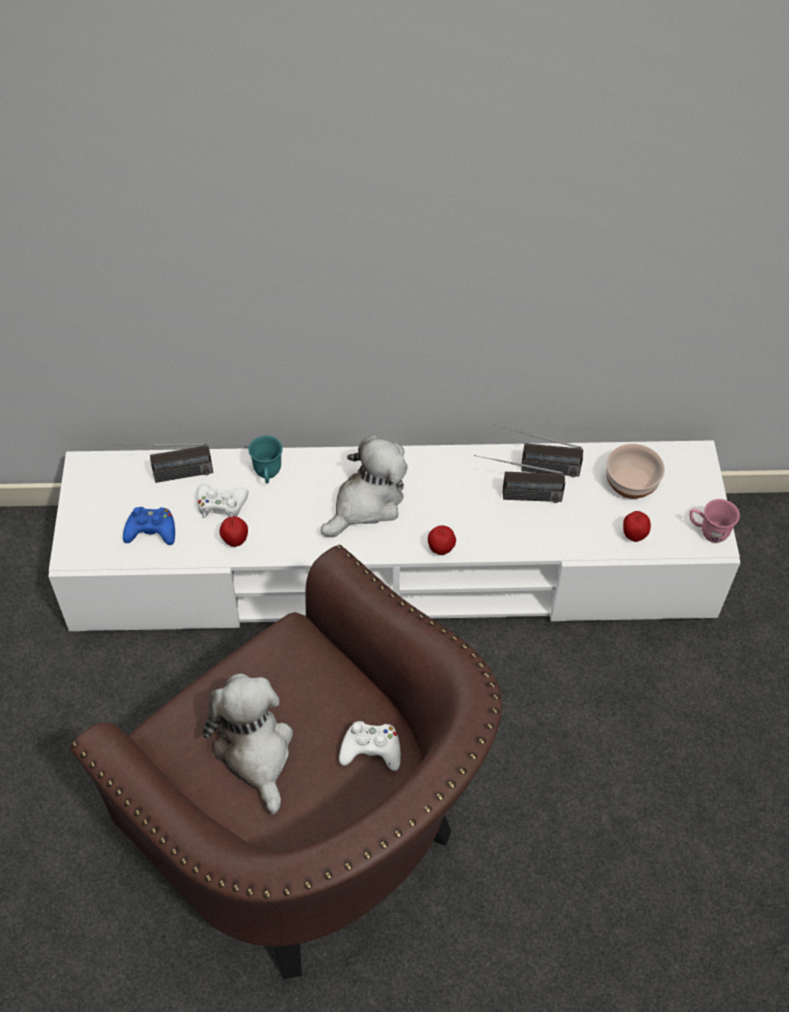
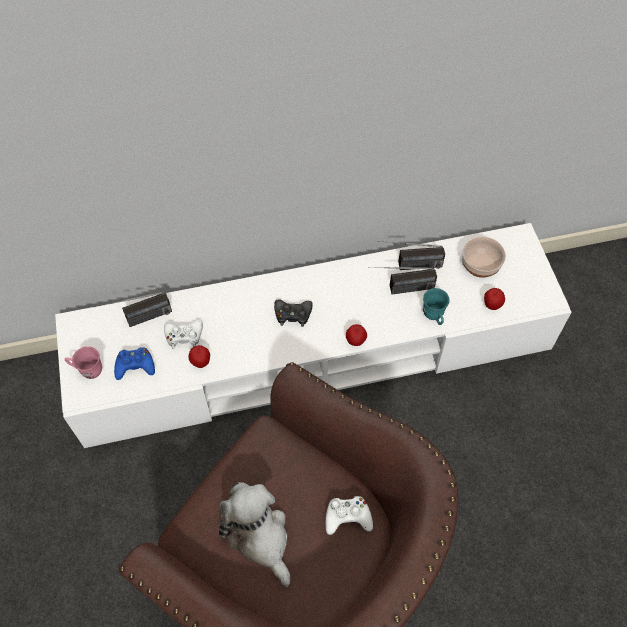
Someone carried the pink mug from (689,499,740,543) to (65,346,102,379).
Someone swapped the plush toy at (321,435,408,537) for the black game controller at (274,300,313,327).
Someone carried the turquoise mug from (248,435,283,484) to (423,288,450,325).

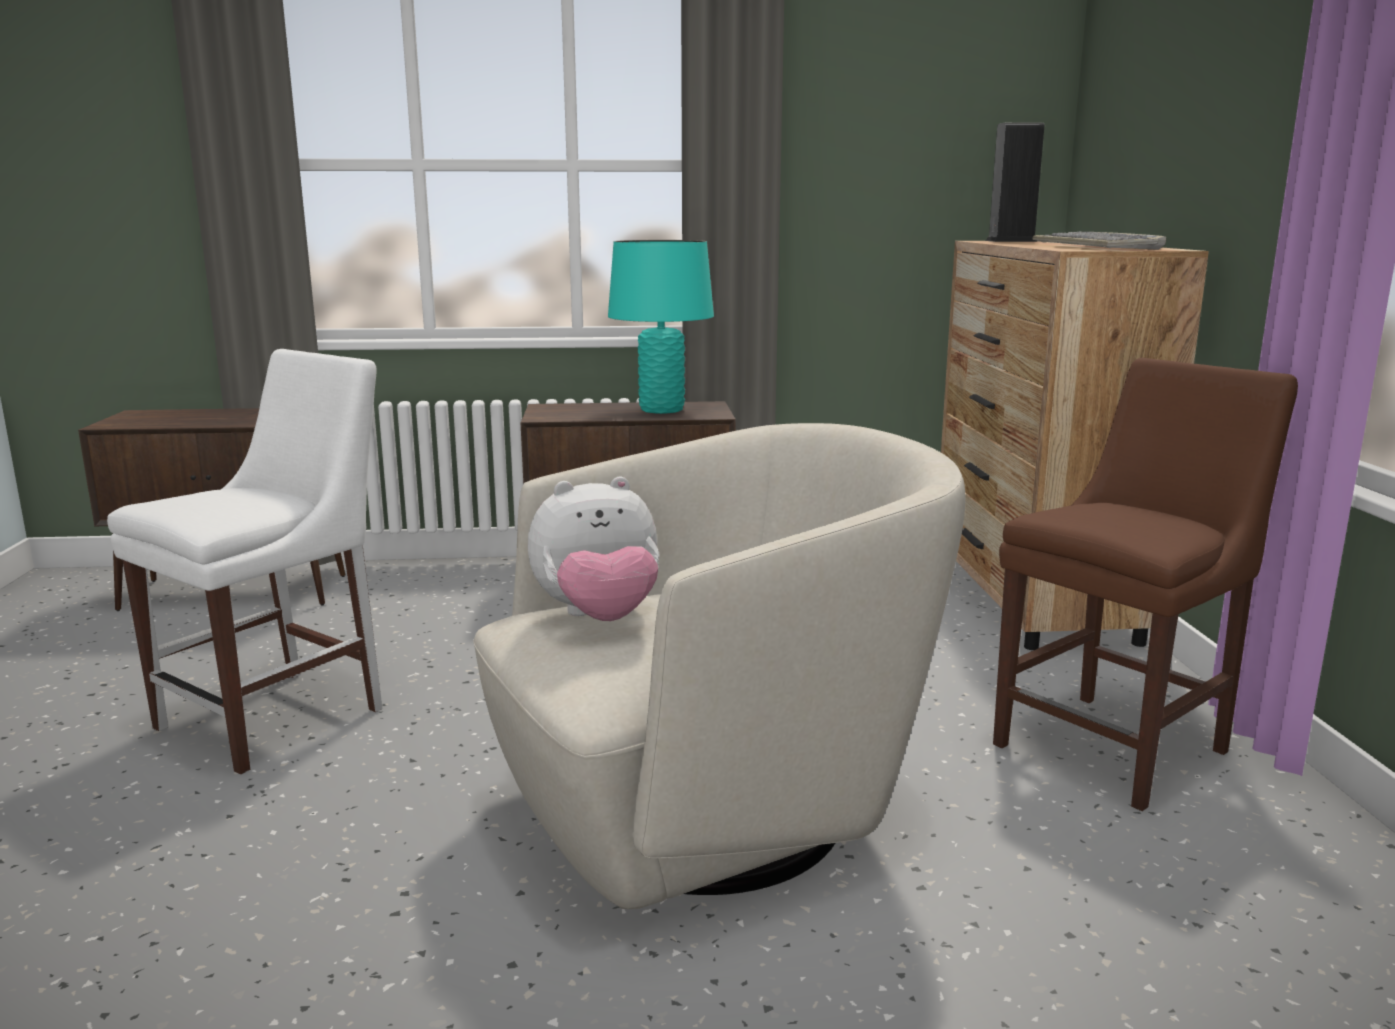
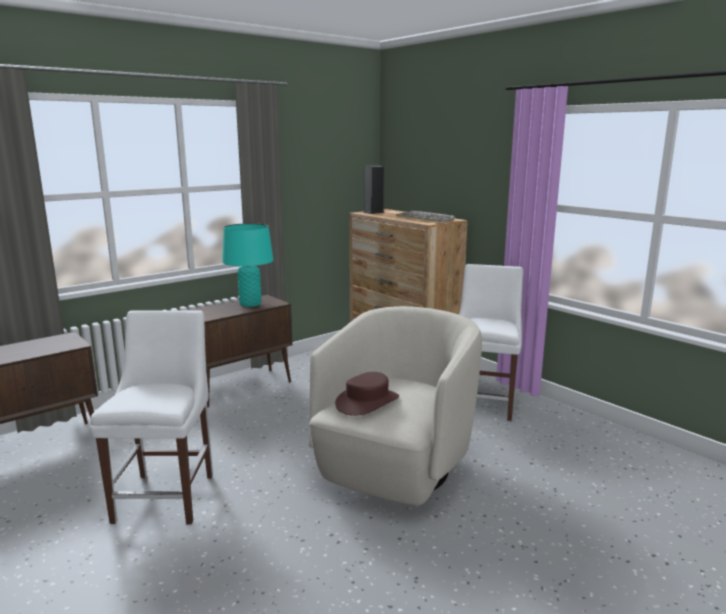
Someone swapped the plush toy at (528,477,660,621) for the brown hat at (335,372,399,416).
Someone repainted the brown chair at (993,358,1298,811), which became the white chair at (459,264,523,421).

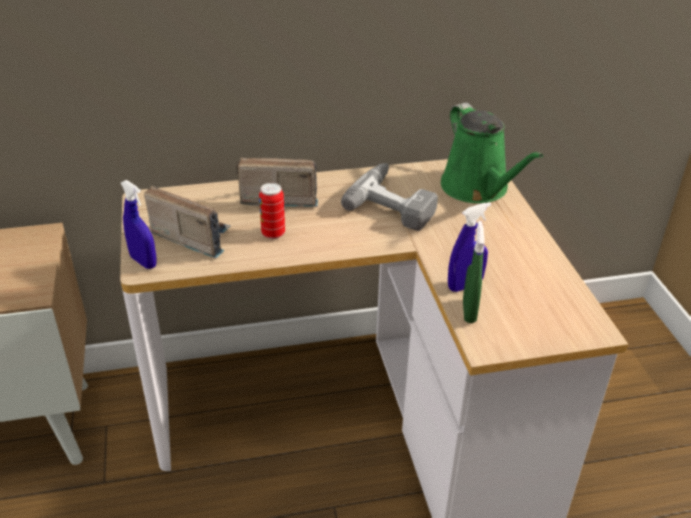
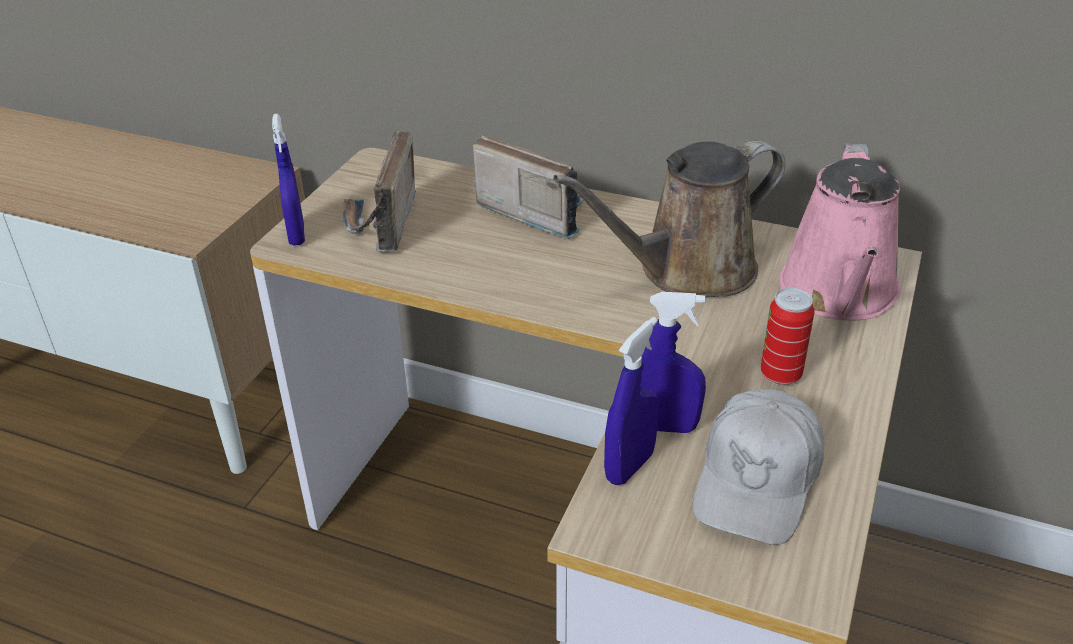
Someone rotated the radio at (144,186,231,258) by 150 degrees counterclockwise.
Someone swapped the power drill at (341,163,438,231) for the brown watering can at (553,141,786,297).
Someone repainted the green spray bottle at (463,221,485,323), which became the blue spray bottle at (604,317,659,485).
Someone put down the white cap at (692,389,824,545).
Someone carried the can from (259,183,285,239) to (761,288,815,385).
Someone repainted the green watering can at (441,103,543,203), which became the pink watering can at (779,144,900,321).

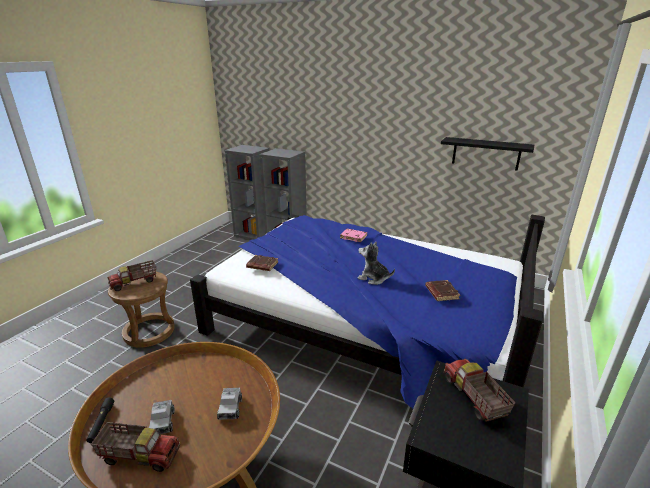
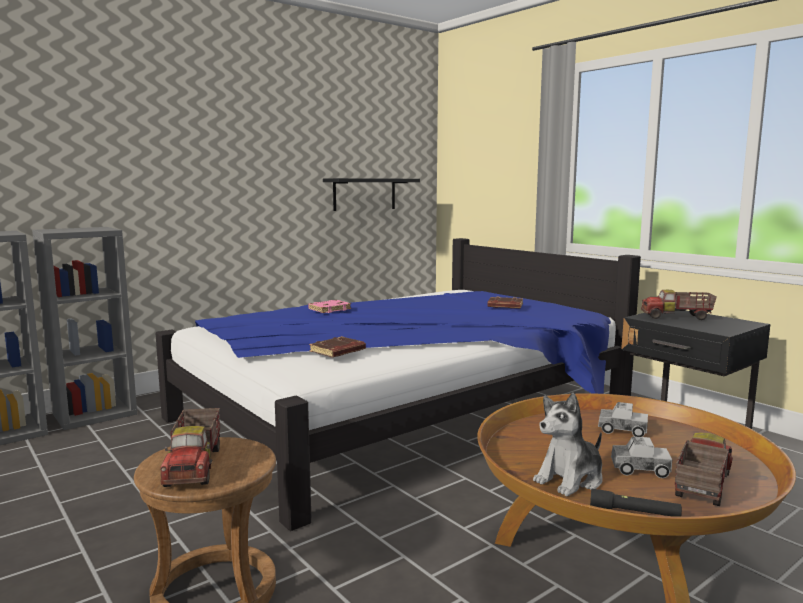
Someone carried the plush toy from (358,242,395,285) to (533,393,603,496).

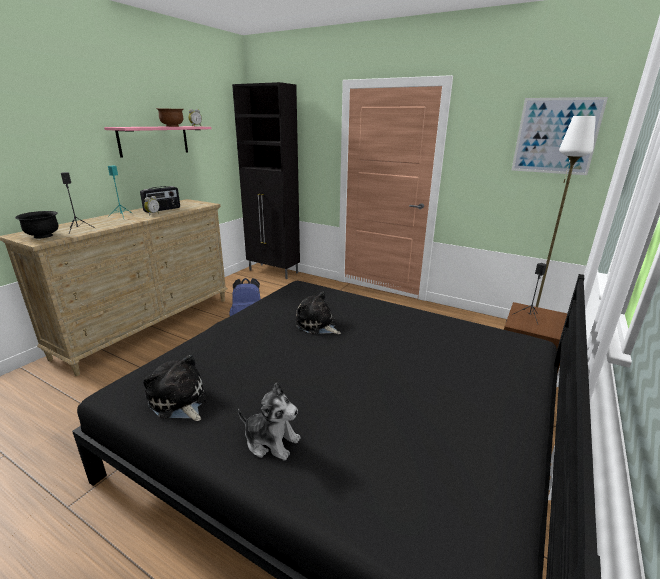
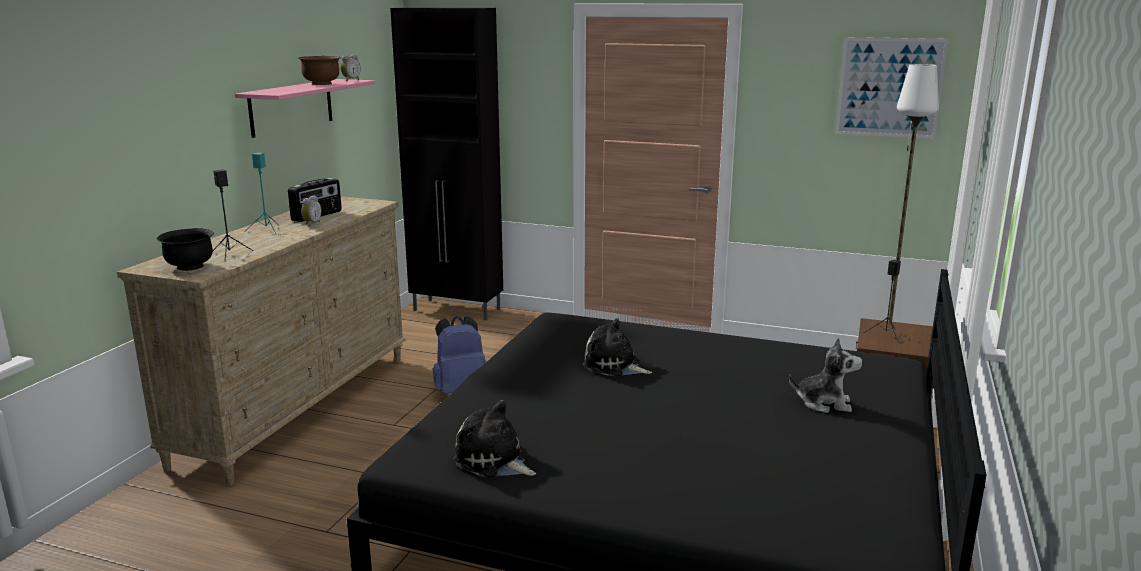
Someone carried the plush toy from (238,382,301,461) to (789,337,863,413).

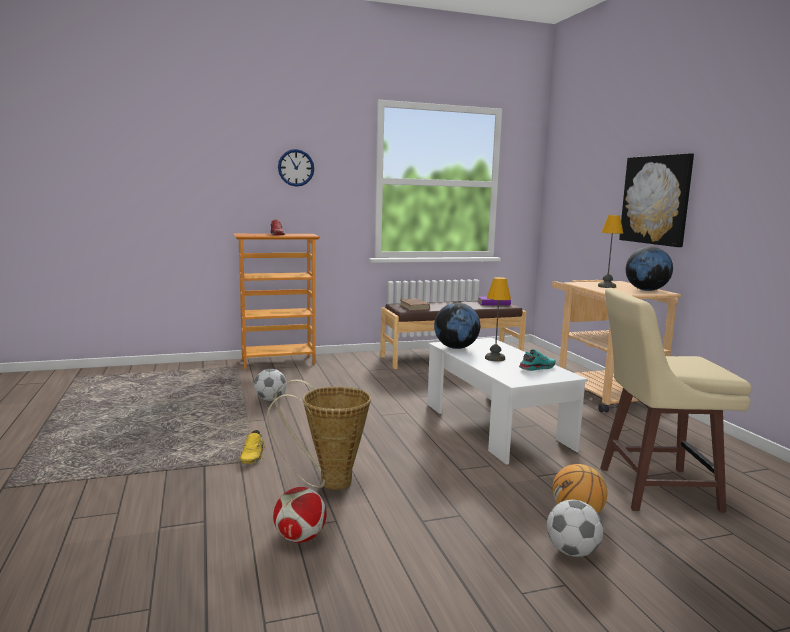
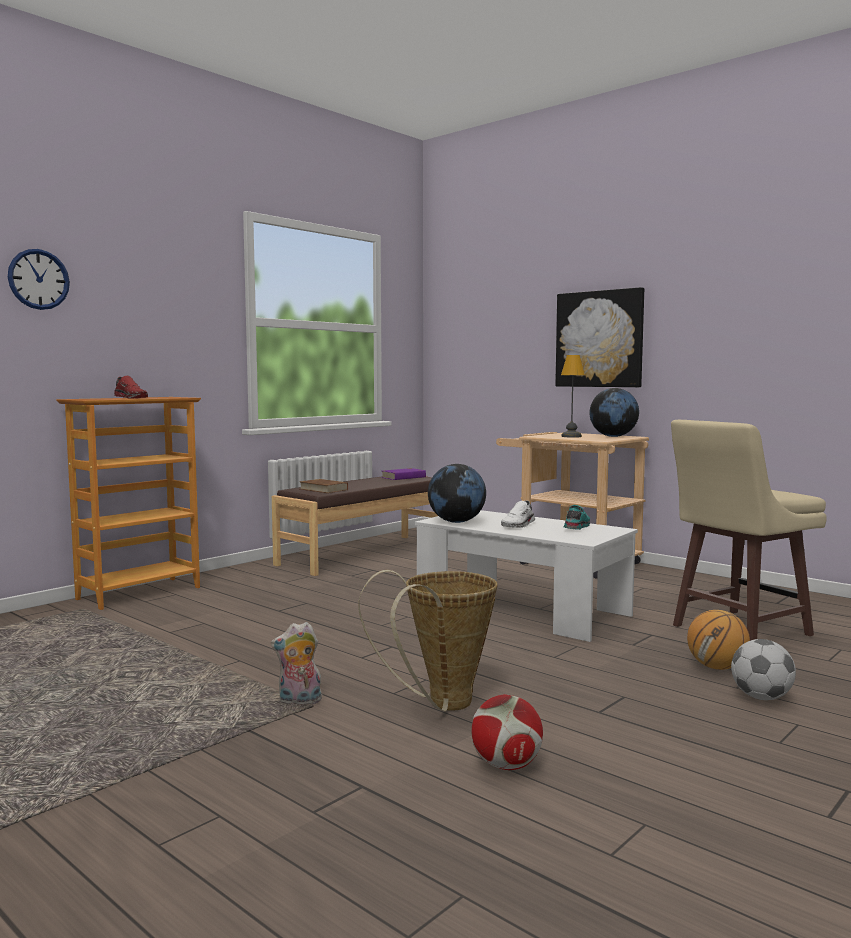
Someone carried the wall clock from (278,149,314,187) to (8,249,70,310).
Someone swapped the yellow shoe at (240,430,265,464) for the plush toy at (271,622,323,705).
Someone swapped the table lamp at (485,277,511,362) for the white shoe at (501,501,535,528).
Someone took away the football at (254,369,287,401).

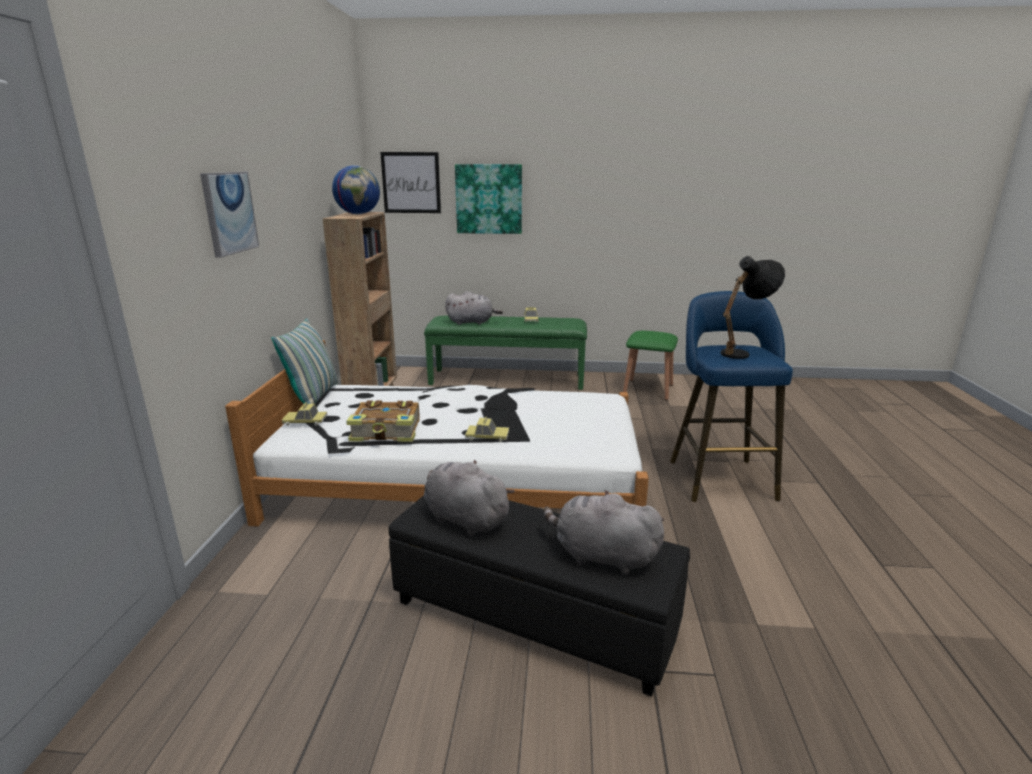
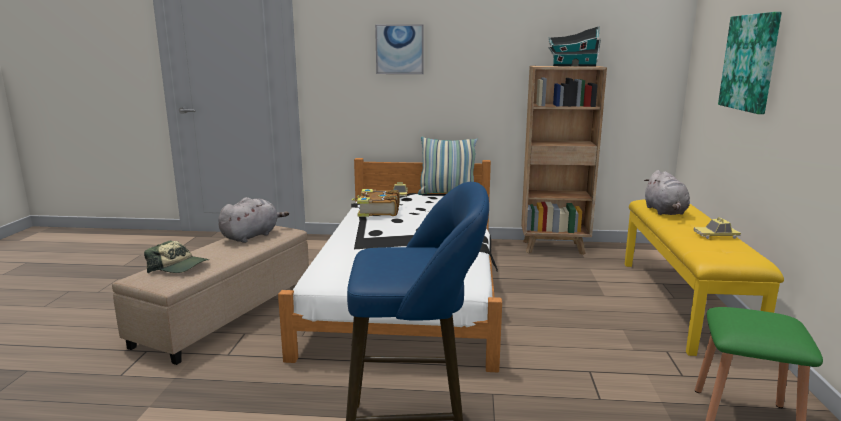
Someone repainted the black ottoman at (389,495,690,697), which became the beige ottoman at (112,226,309,365).
Someone swapped the grey plush toy at (544,490,664,575) for the cap at (144,241,209,273).
Someone swapped the globe at (332,165,380,214) for the toy house at (548,26,601,67).
Someone repainted the green bench at (424,315,587,390), which became the yellow bench at (624,199,784,356).
Someone took away the picture at (380,152,441,213).
Someone took away the toy car at (465,417,509,442).
Someone took away the black table lamp at (721,256,785,359).

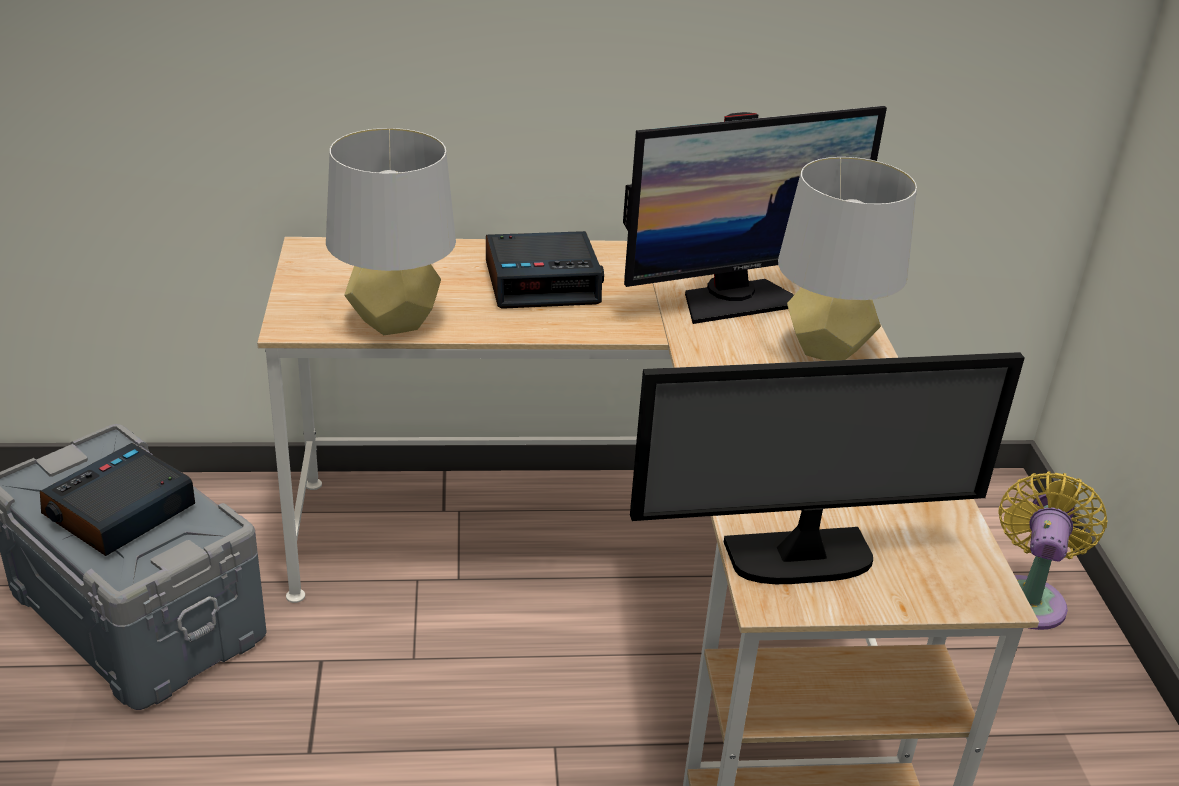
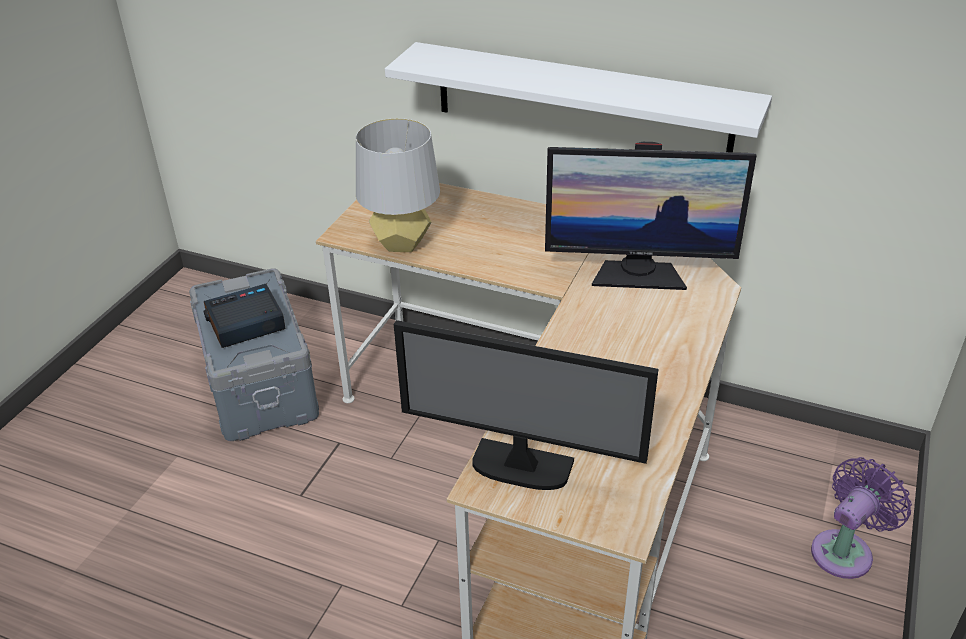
Someone put up the white shelf at (385,42,772,152).
Someone repainted the yellow fan at (998,471,1107,630), which became the purple fan at (811,457,912,579).
Someone took away the alarm clock at (486,231,604,309).
Someone took away the grey table lamp at (778,157,917,361).

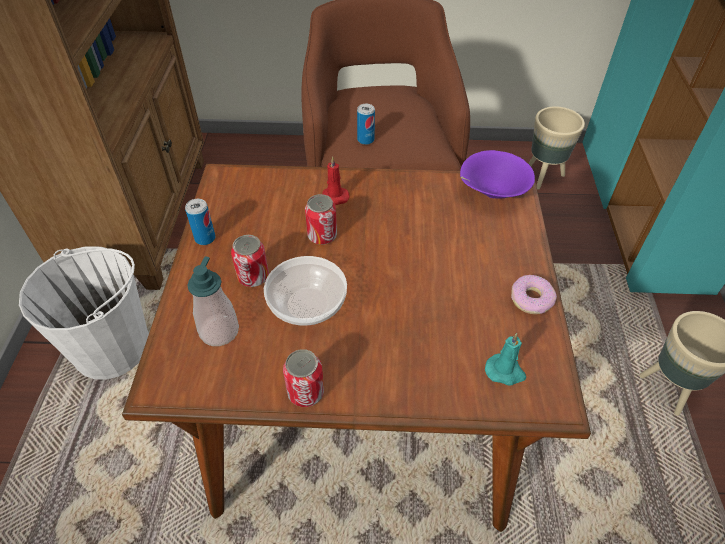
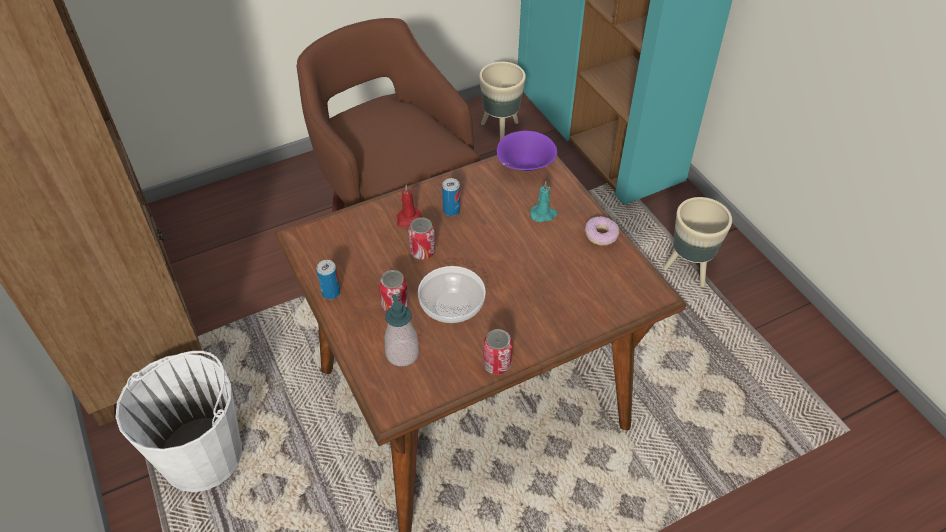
Someone carried the can from (357,104,375,145) to (442,178,460,216).
Someone carried the turquoise candle from (485,333,526,386) to (530,181,558,222).

